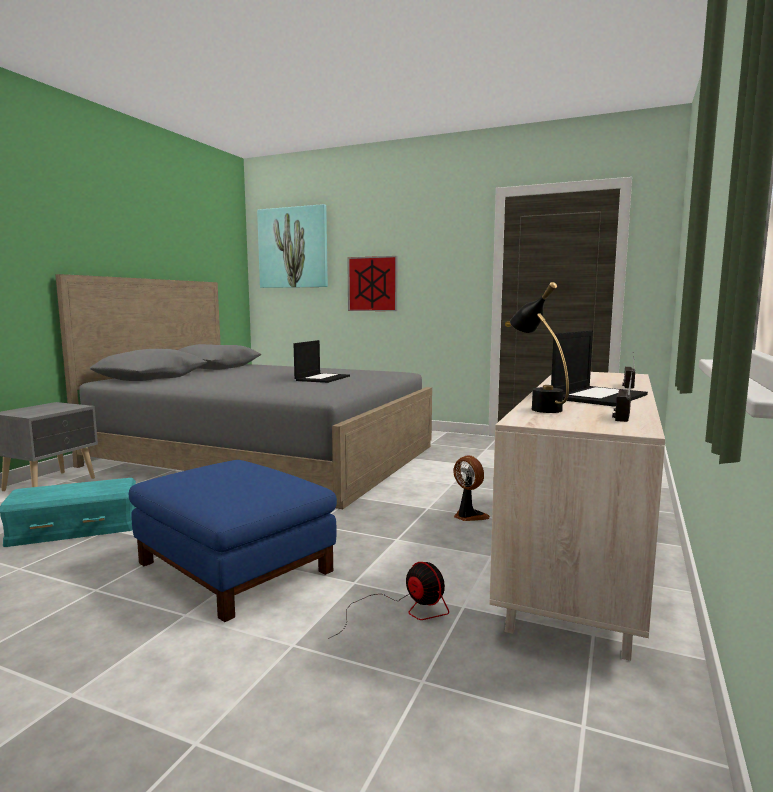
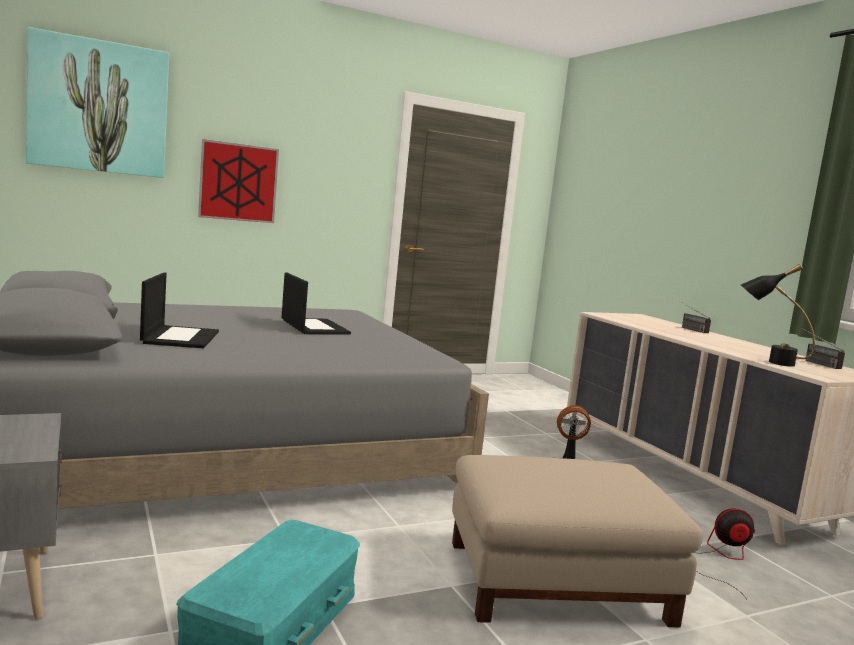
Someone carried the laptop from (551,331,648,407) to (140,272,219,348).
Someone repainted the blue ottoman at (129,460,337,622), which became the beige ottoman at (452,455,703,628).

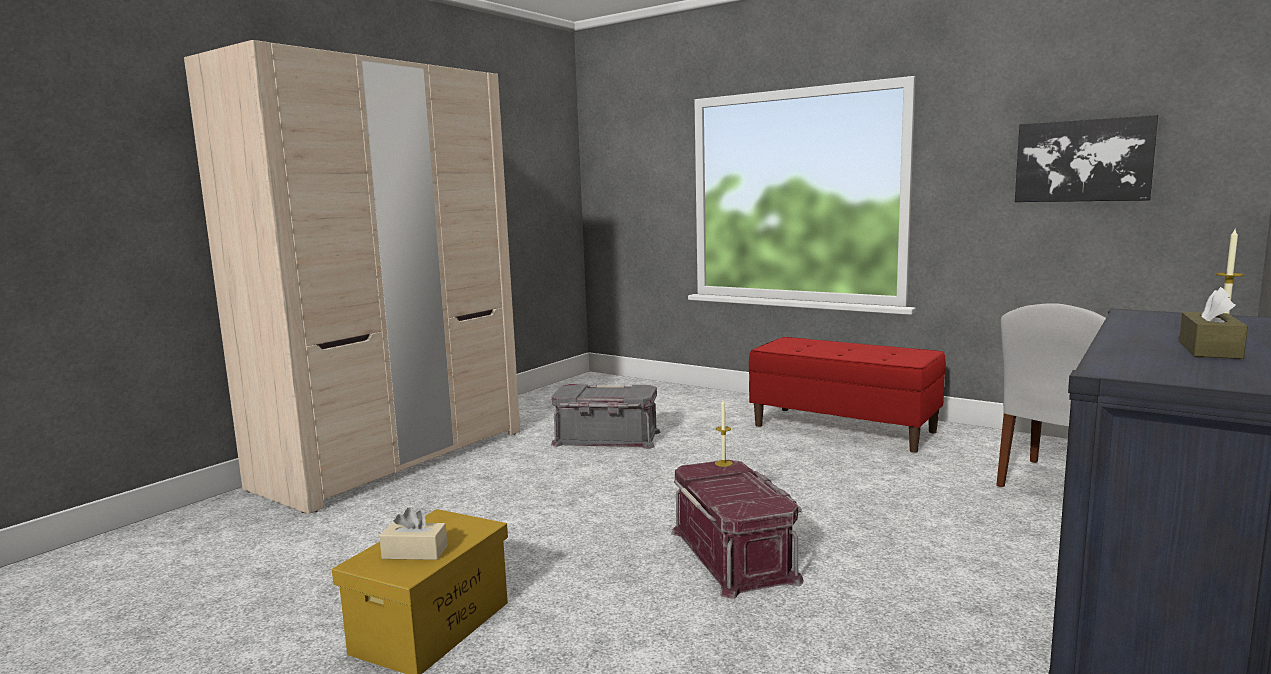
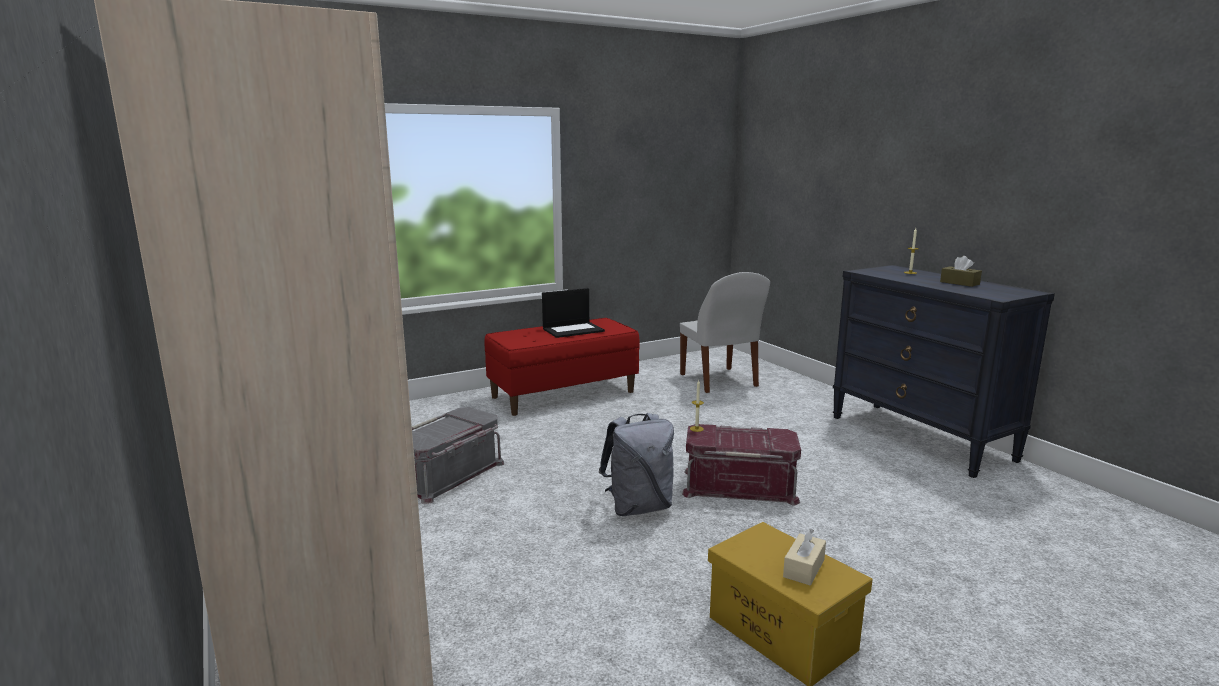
Someone put down the laptop at (542,288,605,338).
Someone put down the grey backpack at (599,413,674,516).
Someone took away the picture at (1015,115,1158,202).

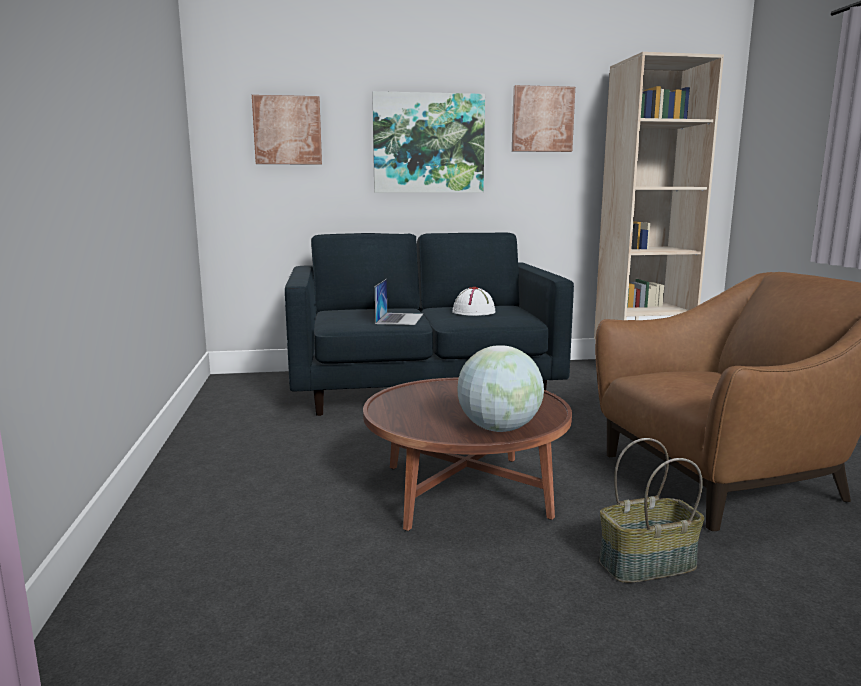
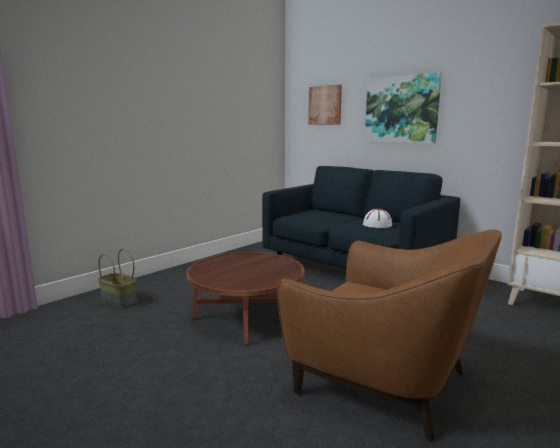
Someone carried the basket from (599,438,705,583) to (98,249,137,307).
Someone took away the laptop at (375,279,423,325).
Someone took away the globe at (457,345,544,432).
Someone took away the picture at (512,85,575,152).

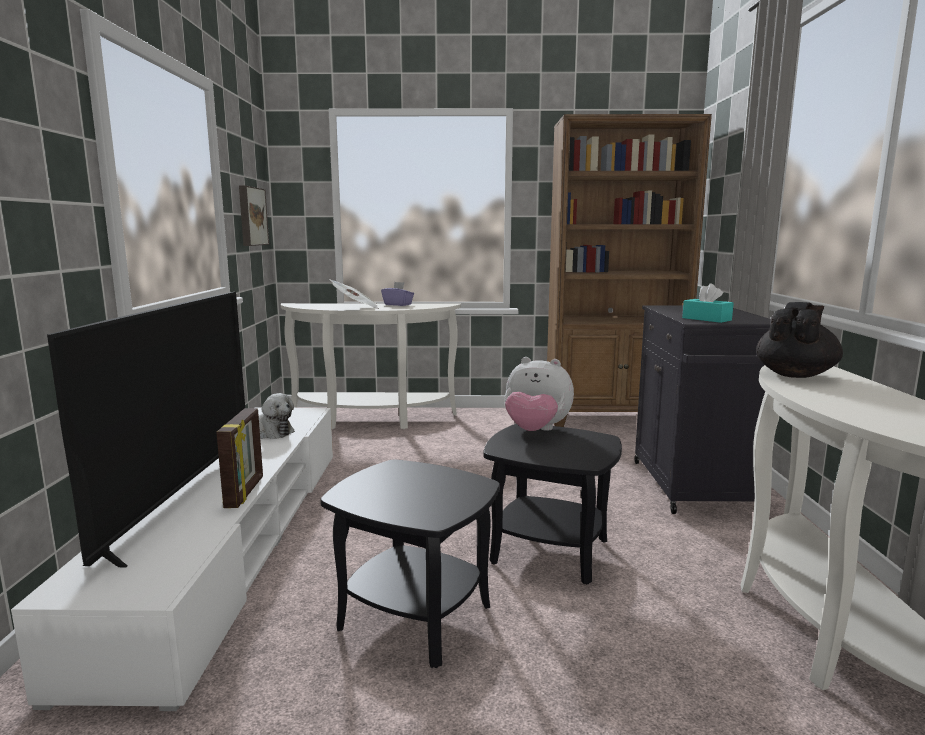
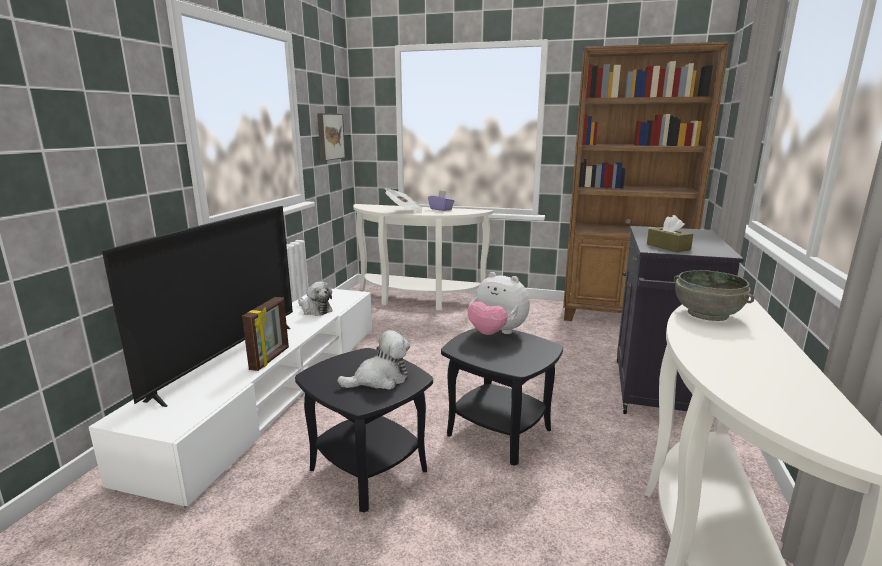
Someone put down the plush toy at (337,330,410,390).
Someone repainted the turquoise tissue box at (682,284,734,323), which became the brown tissue box at (647,215,693,252).
Someone swapped the black teapot at (756,302,843,378) for the grey bowl at (674,270,754,321).

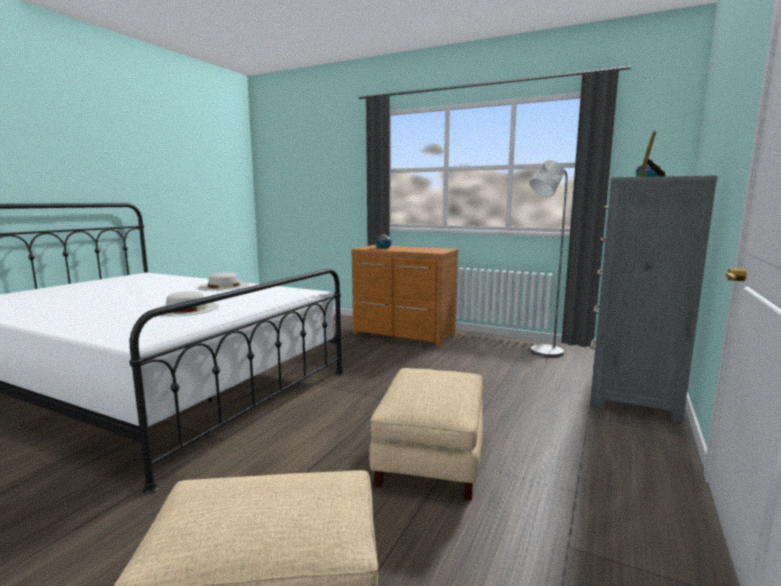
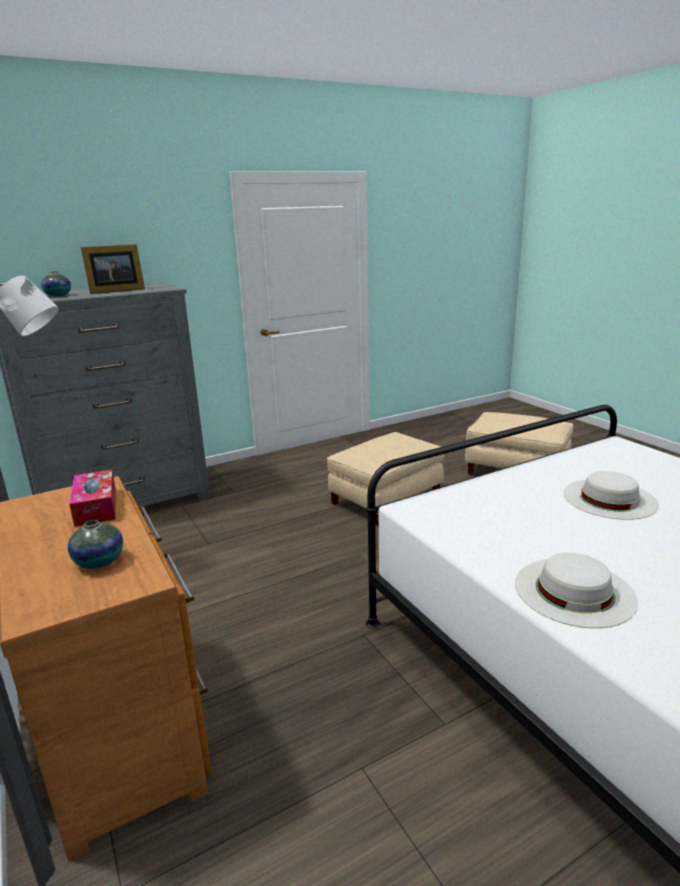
Someone put down the tissue box at (69,469,116,527).

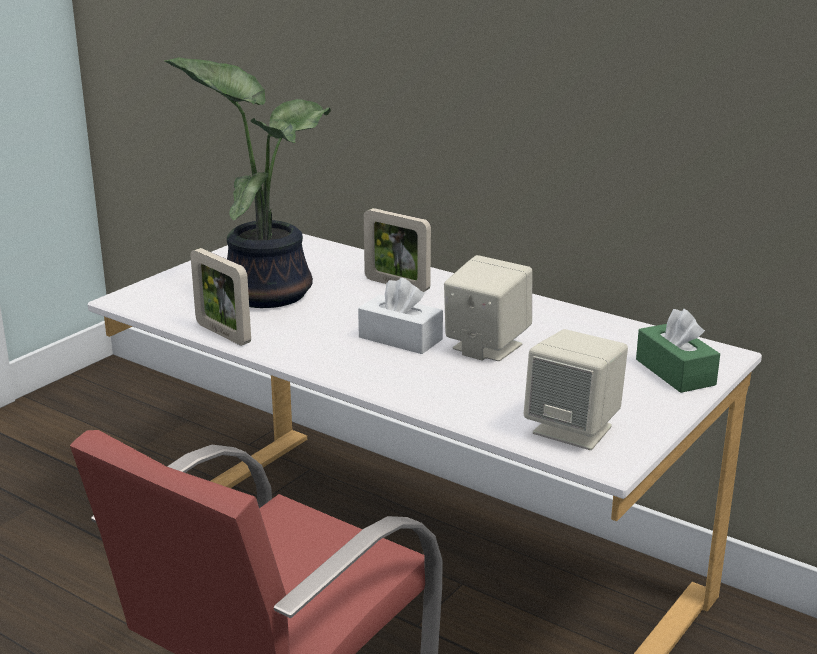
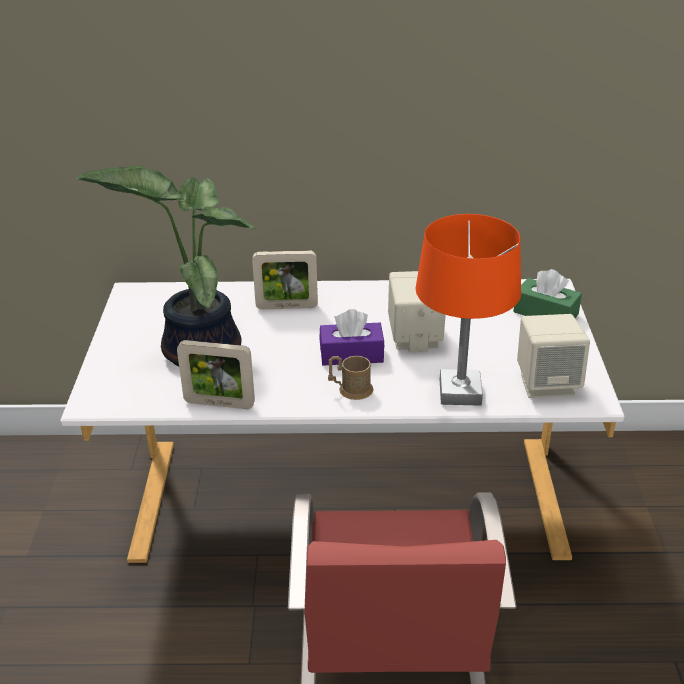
Someone repainted the white tissue box at (358,278,443,354), which became the purple tissue box at (319,309,385,365).
Someone put down the brown mug at (328,356,374,400).
Someone put down the orange table lamp at (415,214,521,406).

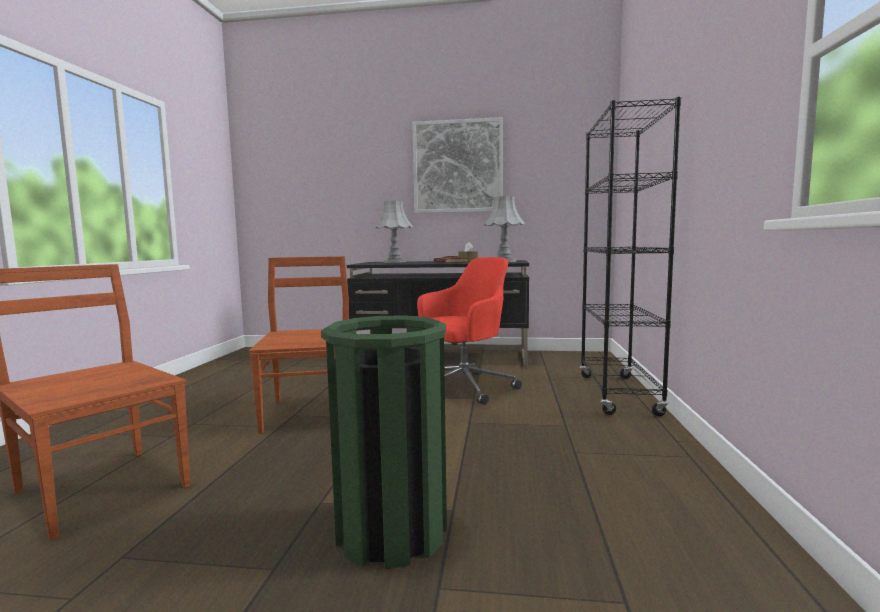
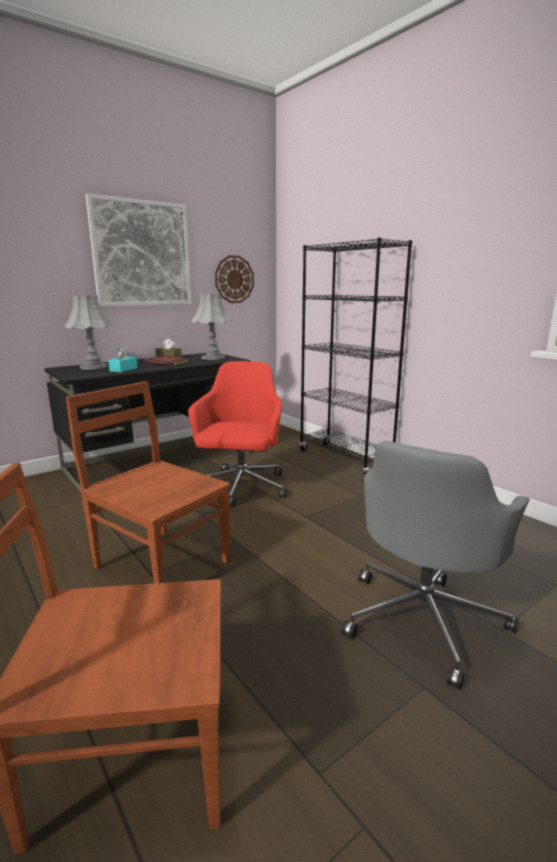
Someone put down the turquoise tissue box at (108,347,138,372).
Someone put up the wall clock at (215,255,254,303).
Someone swapped the green trash can at (321,316,447,569) for the grey office chair at (341,441,529,690).

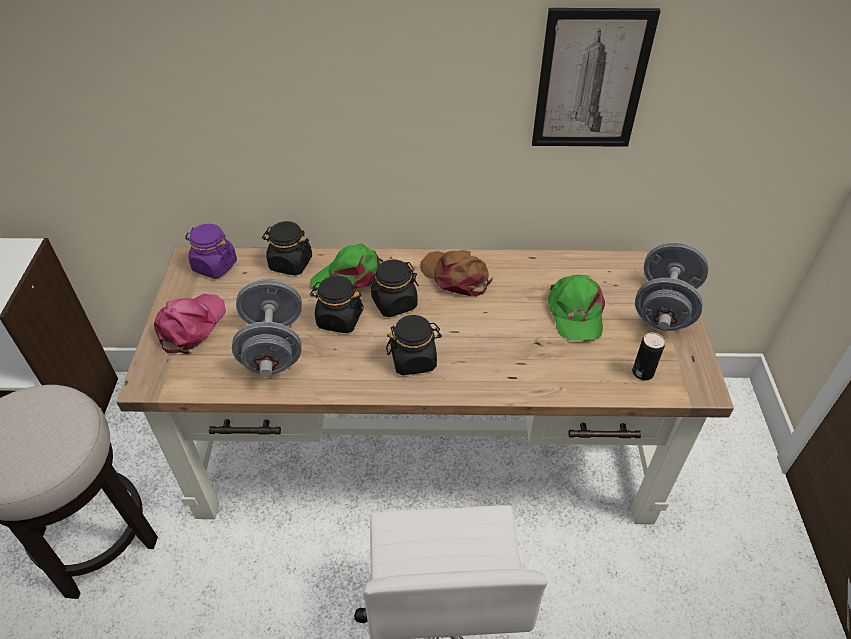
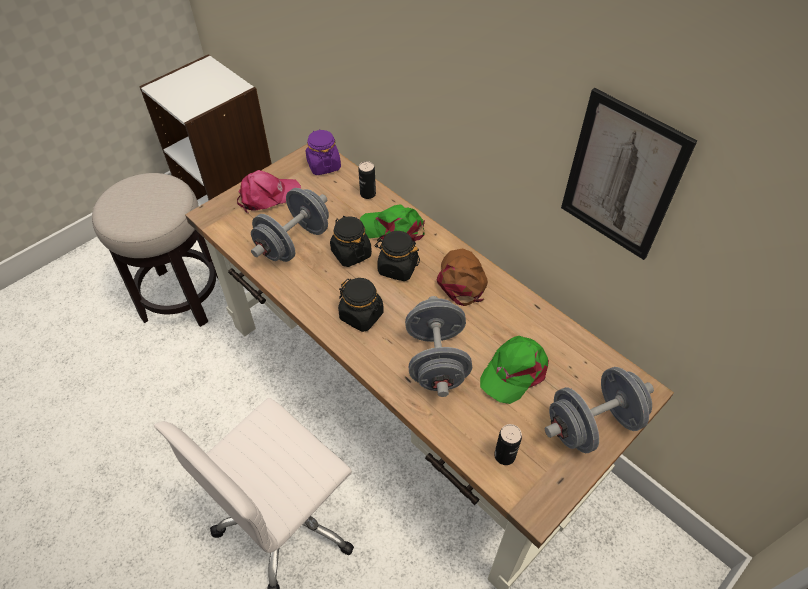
Someone swapped the black jar at (262,221,312,275) for the can at (358,161,376,199).
Someone put down the grey dumbbell at (405,296,472,397).

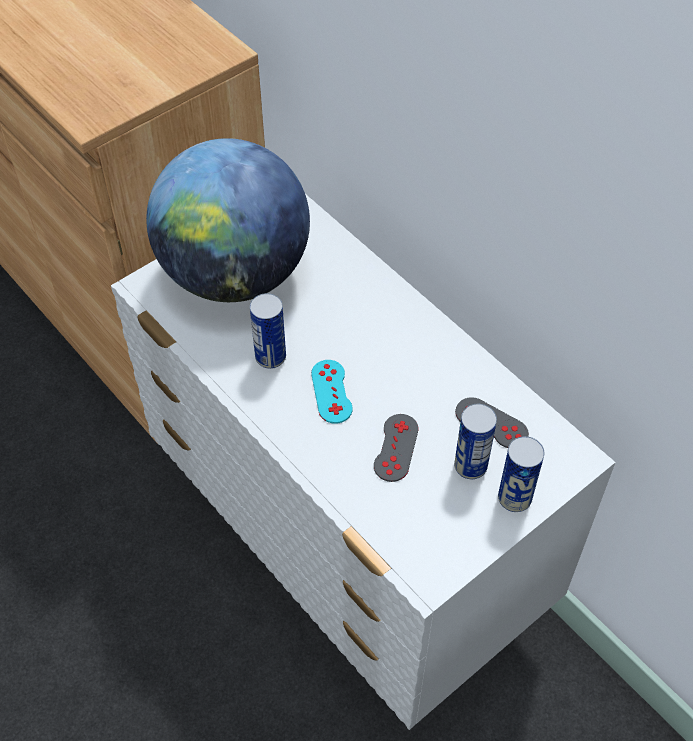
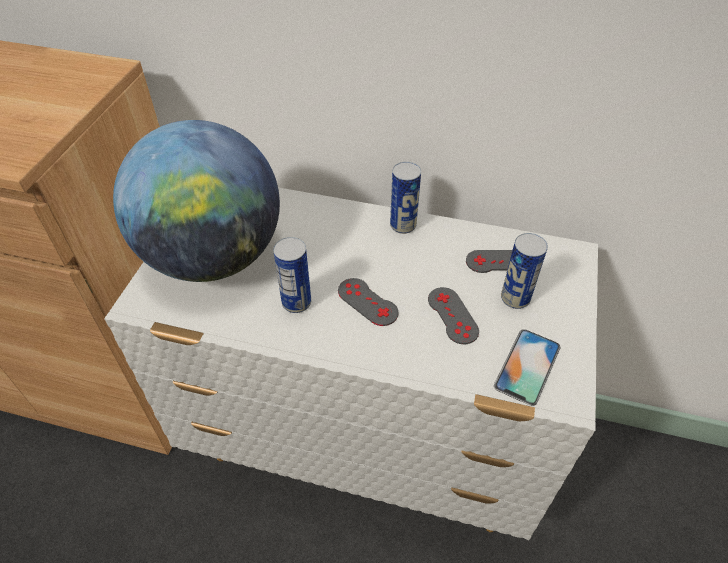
Someone repainted the turquoise game controller at (311,360,352,424), which became the grey game controller at (338,278,399,326).
Someone carried the can from (498,436,544,512) to (390,162,421,234).
Someone put down the phone at (494,329,560,406).

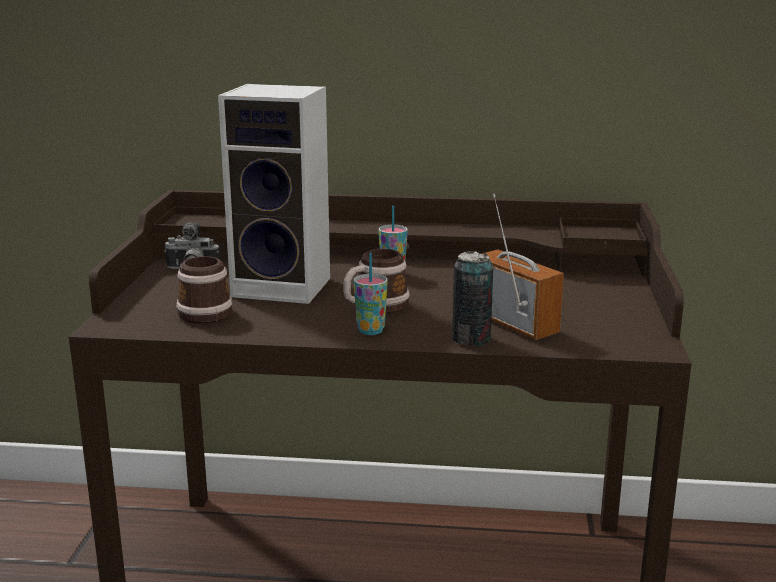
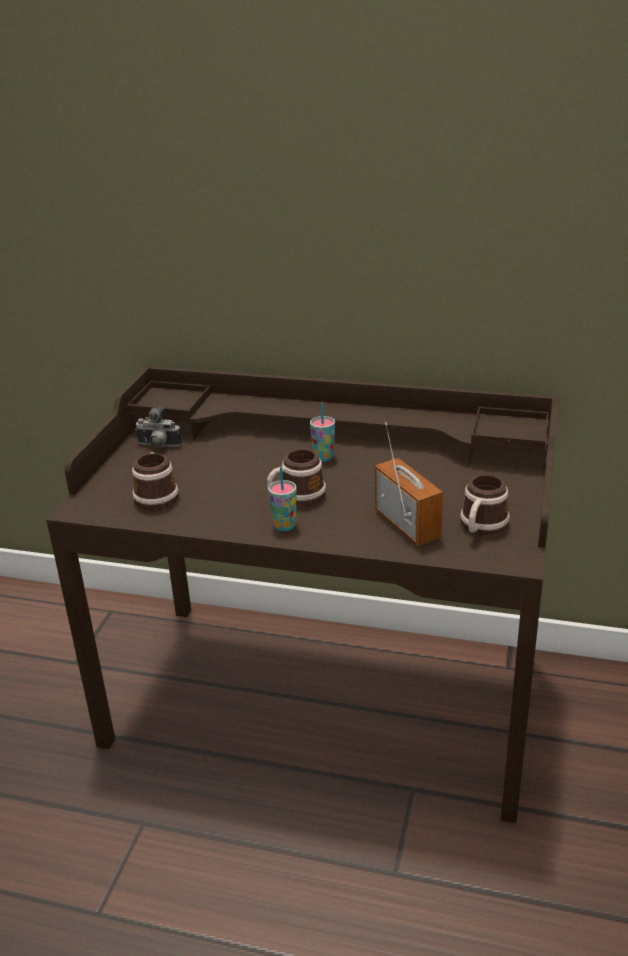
Someone put down the mug at (460,475,510,536).
Someone took away the speaker at (218,84,330,304).
Someone took away the can at (452,251,493,346).

